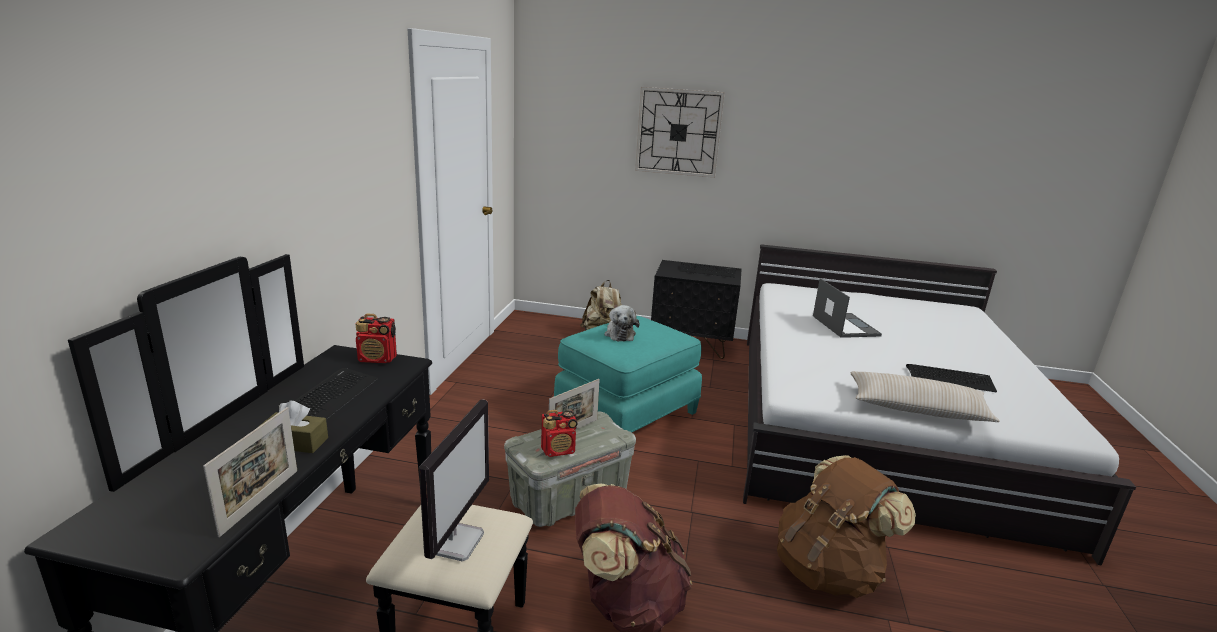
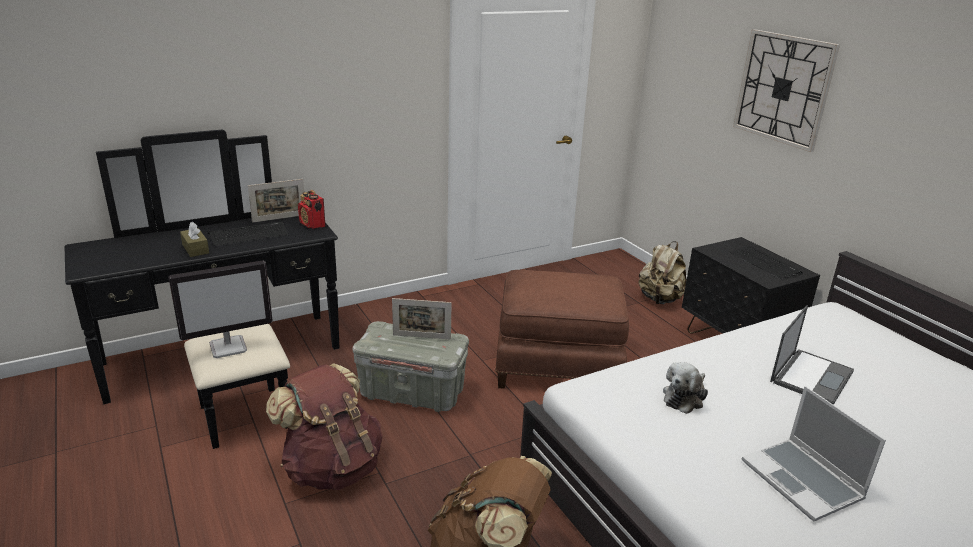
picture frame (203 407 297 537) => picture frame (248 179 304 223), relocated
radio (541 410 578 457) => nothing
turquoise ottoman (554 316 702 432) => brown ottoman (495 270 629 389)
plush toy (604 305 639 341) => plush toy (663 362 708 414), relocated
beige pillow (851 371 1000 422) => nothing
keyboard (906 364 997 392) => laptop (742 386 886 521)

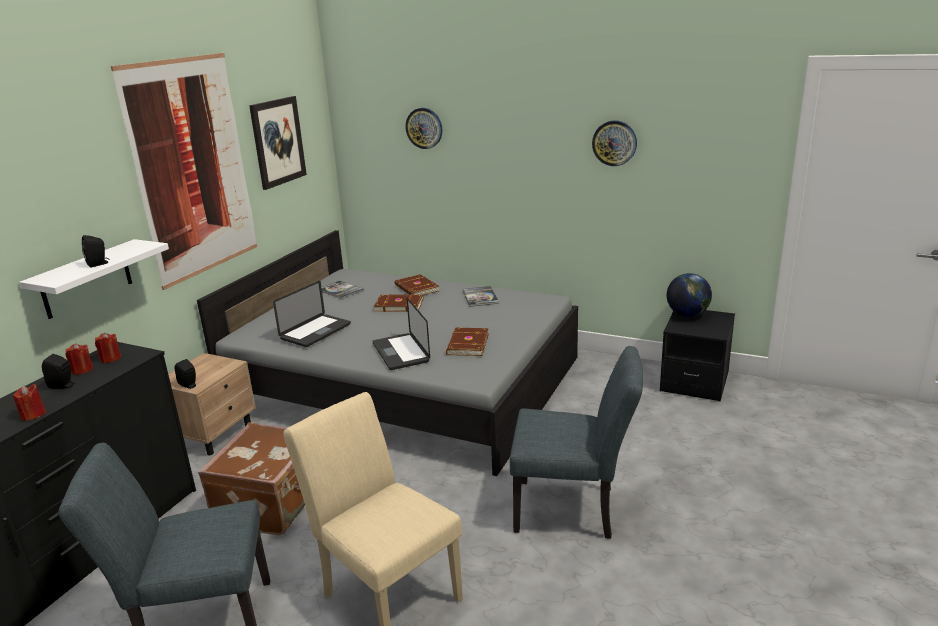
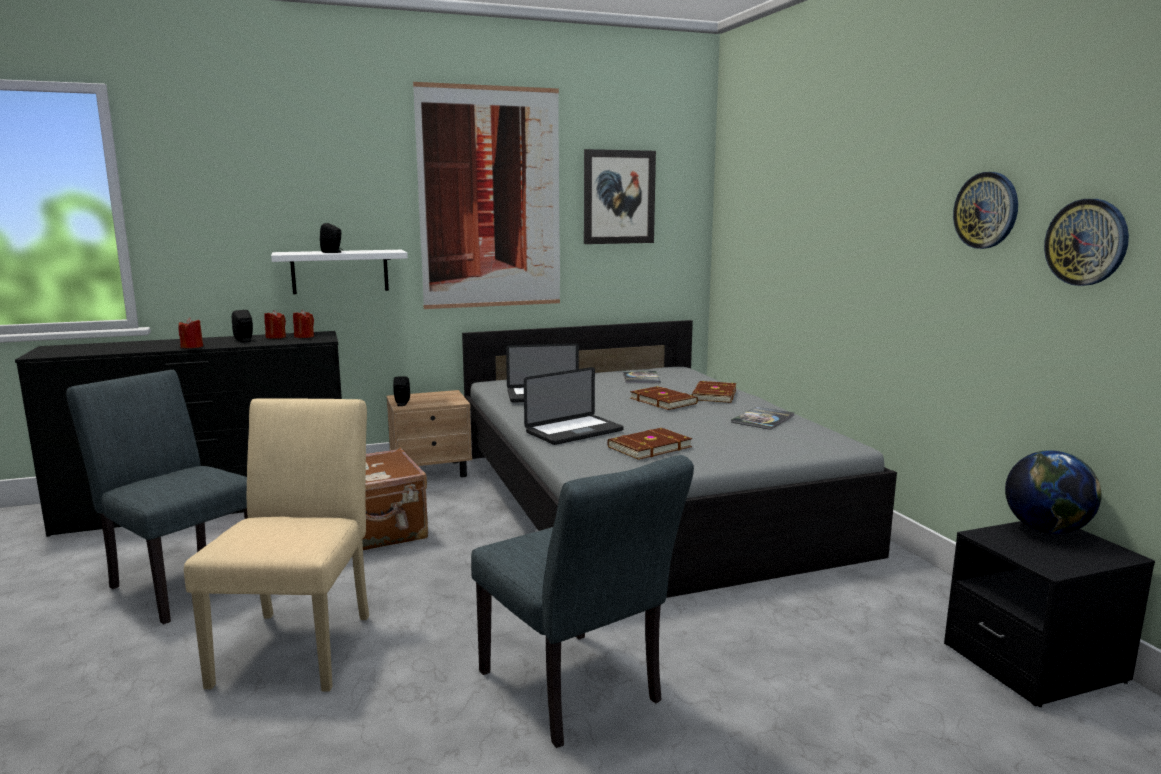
laptop (373 298 430 370) => laptop (524 367 624 445), 150 degrees counterclockwise
wall clock (406 108 442 149) => wall clock (1044 199 1129 286), relocated

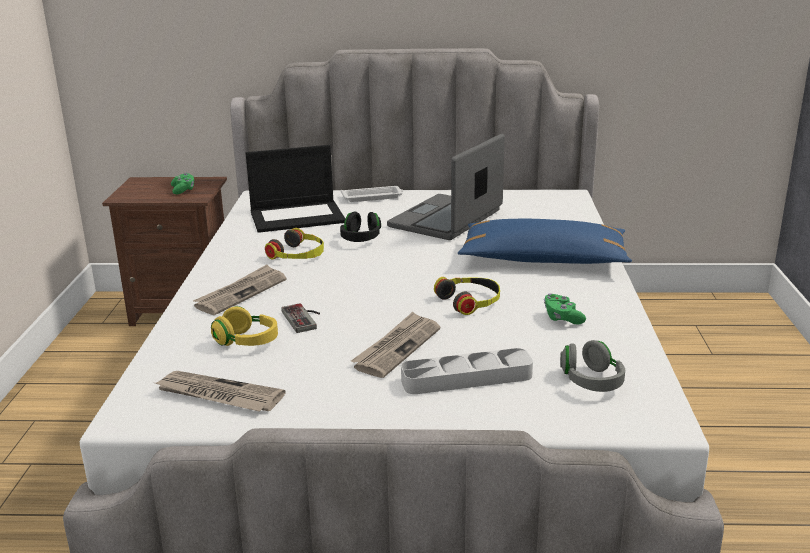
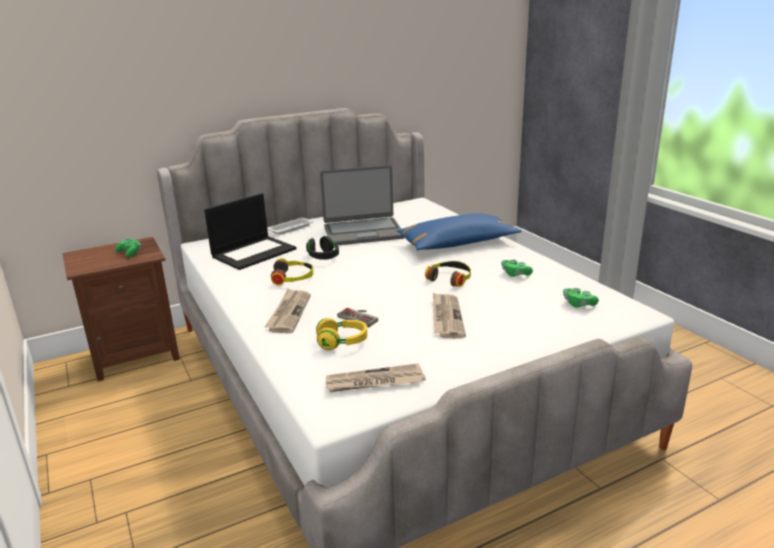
laptop (387 134 505 240) => laptop (320 165 405 245), 105 degrees counterclockwise
grey tray (401 348 533 394) => nothing
grey headphones (560 340 625 392) => green game controller (563 288 599 307)

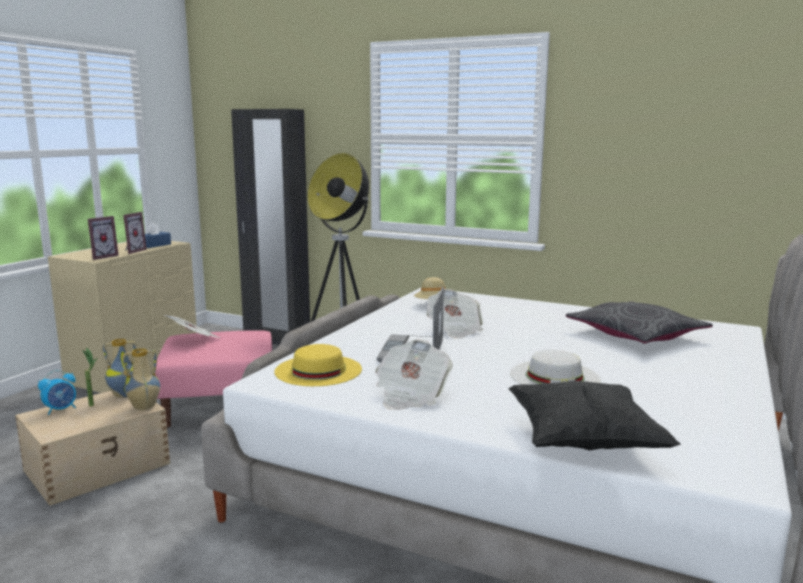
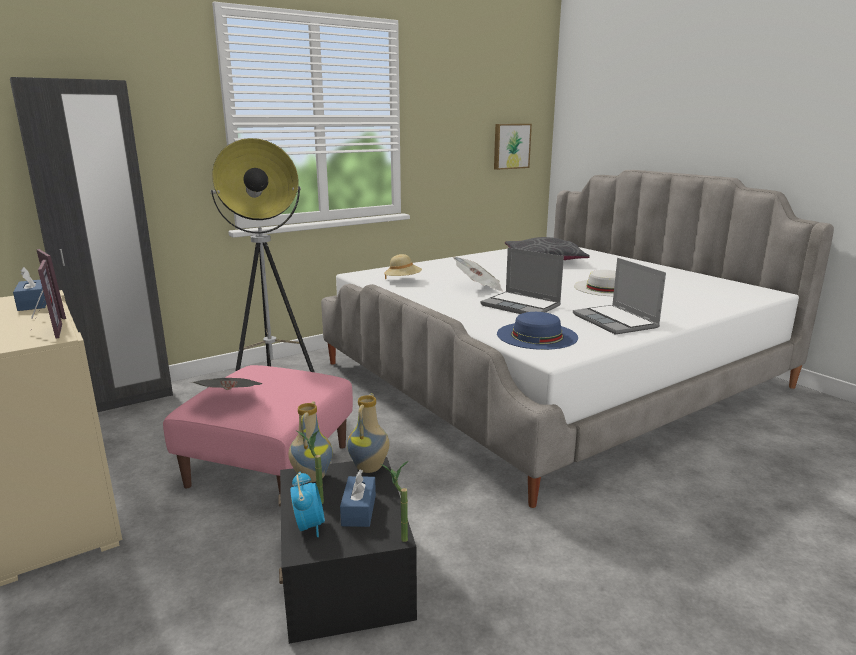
beige storage box (15 391 170 506) => black storage box (279 457 417 644)
yellow hat (274 344 362 386) => blue hat (497 312 578 350)
newspaper (375 339 453 410) => laptop (573 258 666 335)
black pillow (508 380 681 450) => nothing
nothing => blue tissue box (340 470 376 527)
nothing => potted plant (381 461 409 542)
nothing => picture (494 124 532 170)

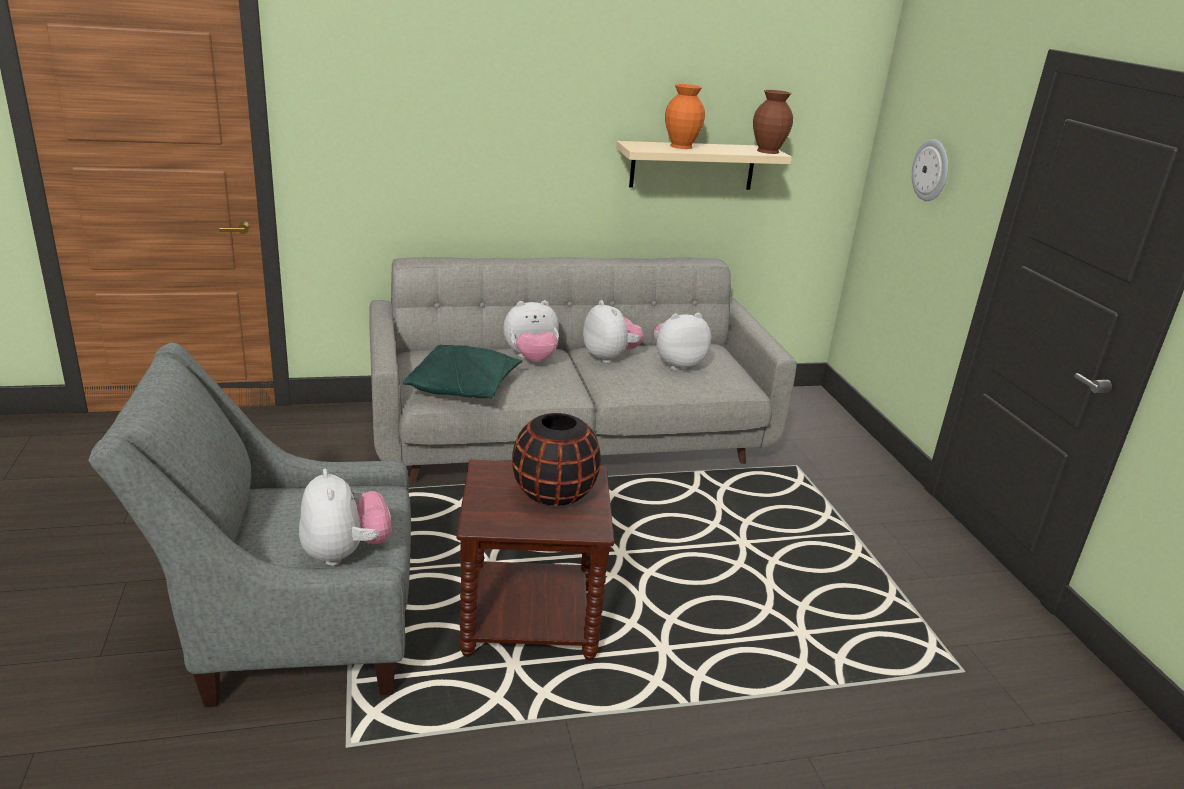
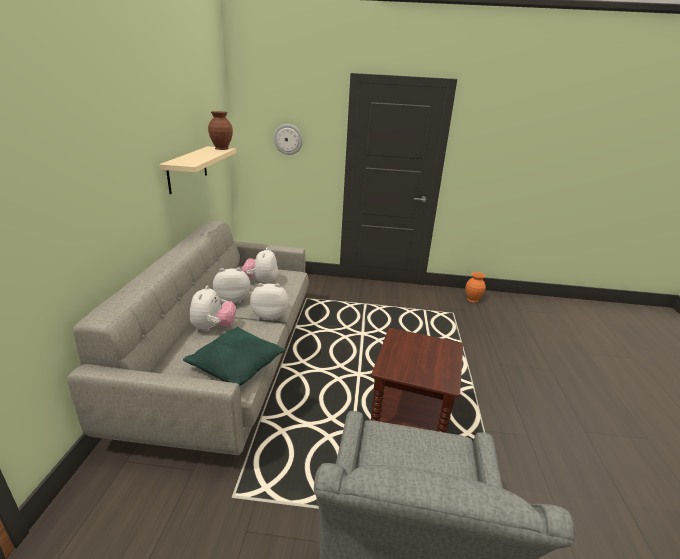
plush toy (299 469 392 566) => plush toy (250 283 289 321), relocated
black vase (512 413 601 506) => nothing
orange vase (665 84 705 149) => orange vase (465 272 486 302), relocated

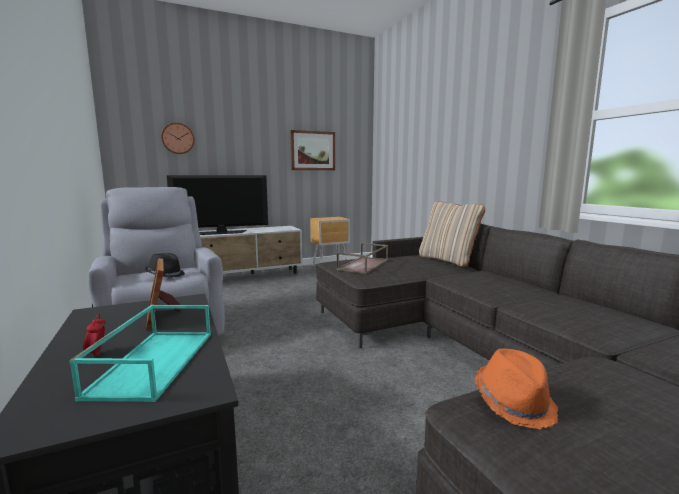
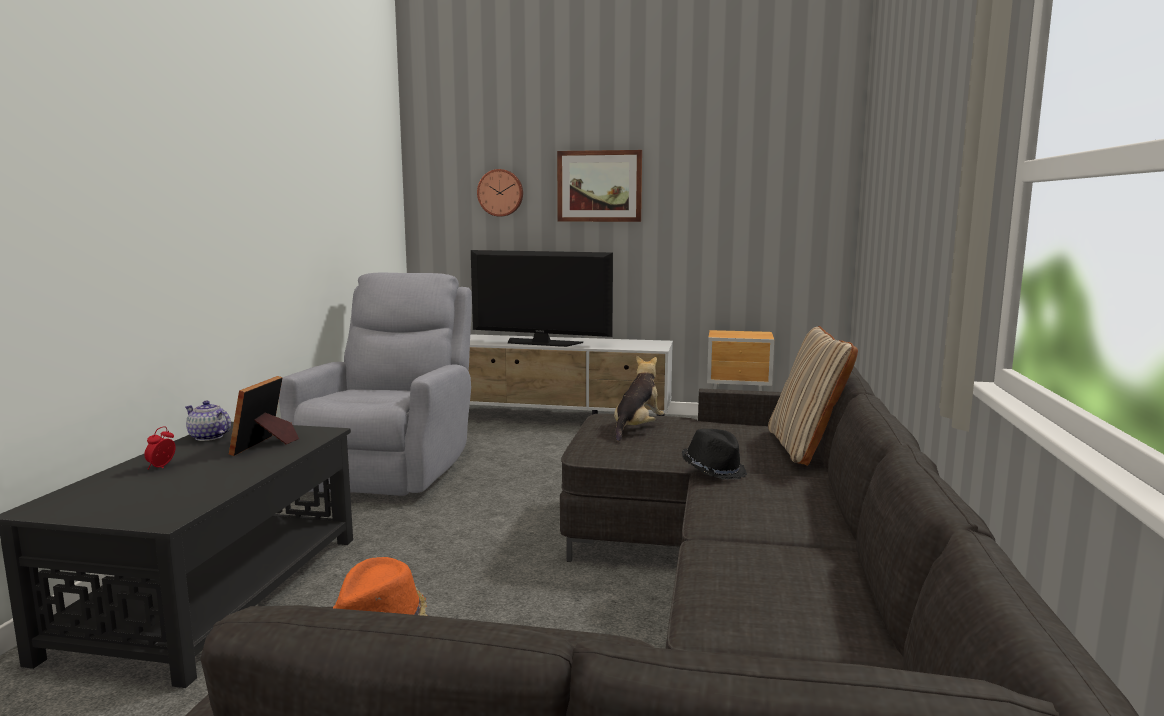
turquoise tray (69 305 211 402) => nothing
black hat (145 253 185 278) => black hat (682 429 747 480), relocated
picture (290 130 335 170) => picture (557 150 642 222), relocated
brown tray (337 243 388 274) => plush toy (614 356 664 442)
nothing => teapot (185 400 231 441)

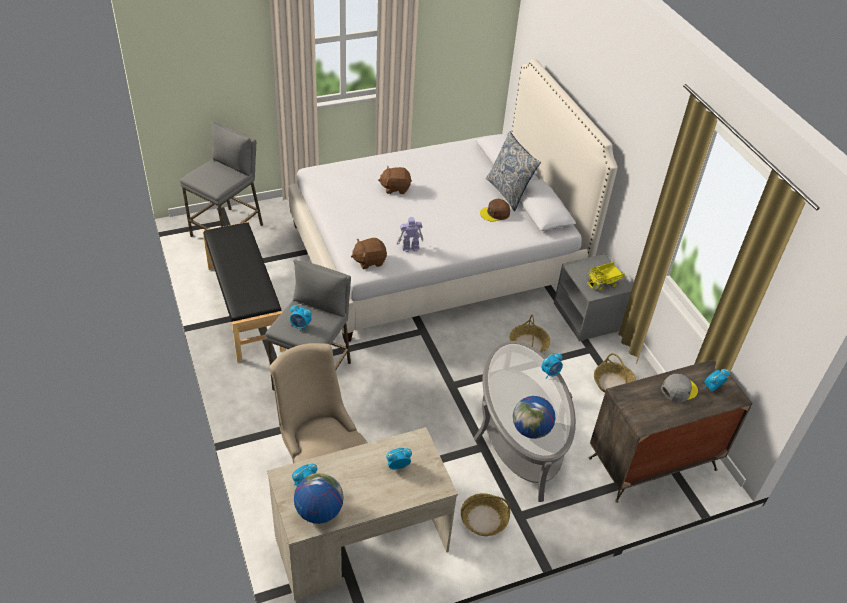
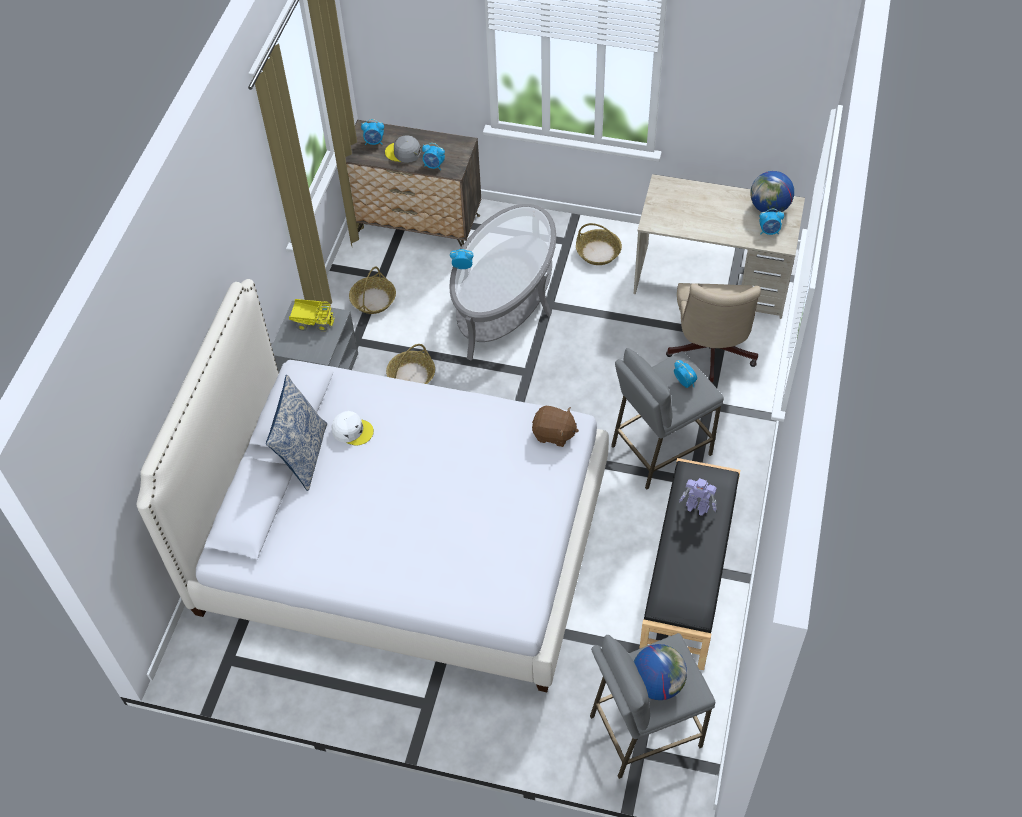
brown plush toy (378 166 412 194) => nothing
alarm clock (386 448 412 469) => alarm clock (422 143 445 170), relocated
toy robot (396 217 423 252) => toy robot (679 478 717 516), relocated
brown cap (480 199 510 222) => white cap (332 411 374 446)
globe (513 396 556 439) => globe (634 644 687 700), relocated

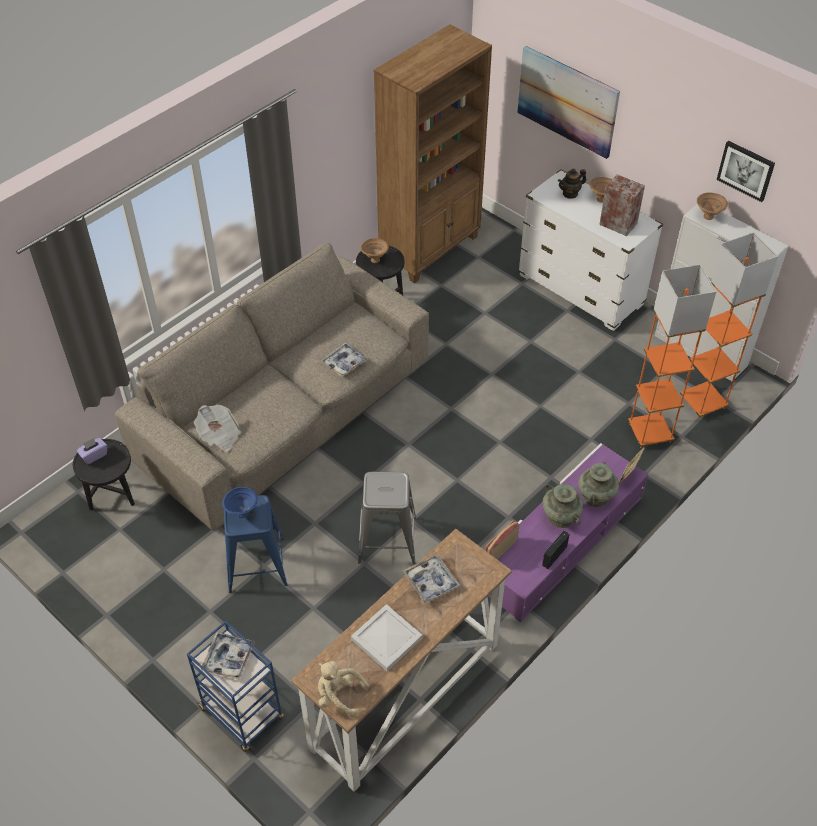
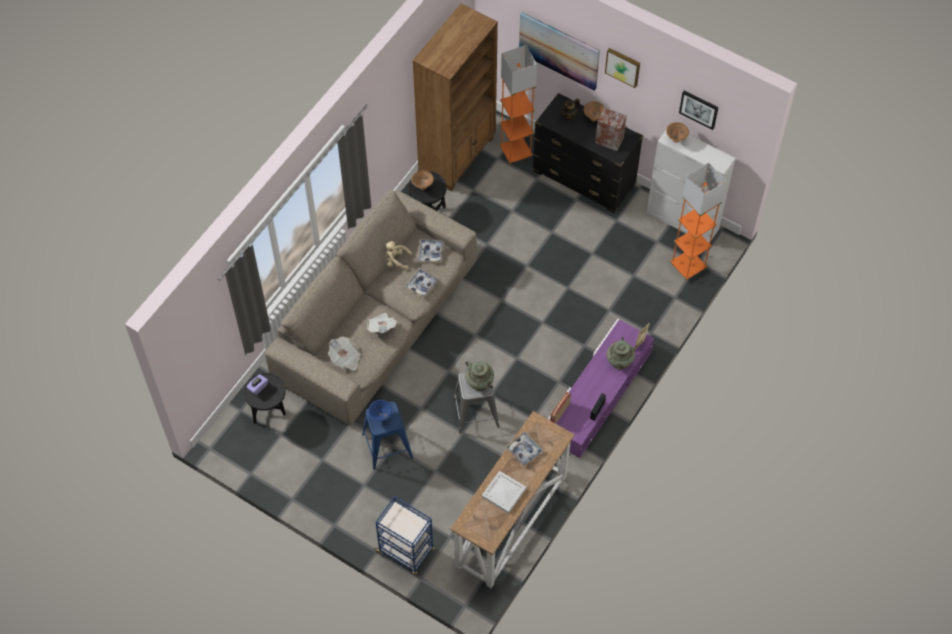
tray (201 632 255 680) => tray (417 239 444 263), relocated
beige plush toy (318 661 369 718) => beige plush toy (384 241 412 270), relocated
white dresser (518 169 663 331) => black dresser (533 93 643 213)
turquoise vase (543 484 583 528) => turquoise vase (465 361 494 391), relocated
orange floor lamp (628 264 717 448) => orange floor lamp (499 45 537 165), relocated
nothing => newspaper (367 313 397 333)
nothing => picture (605 48 640 88)

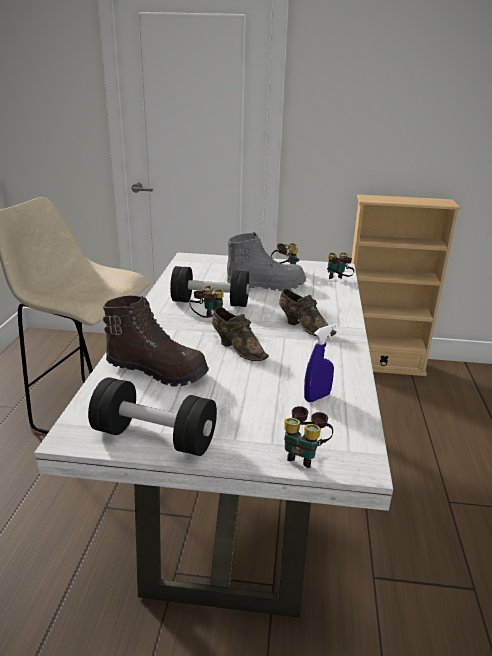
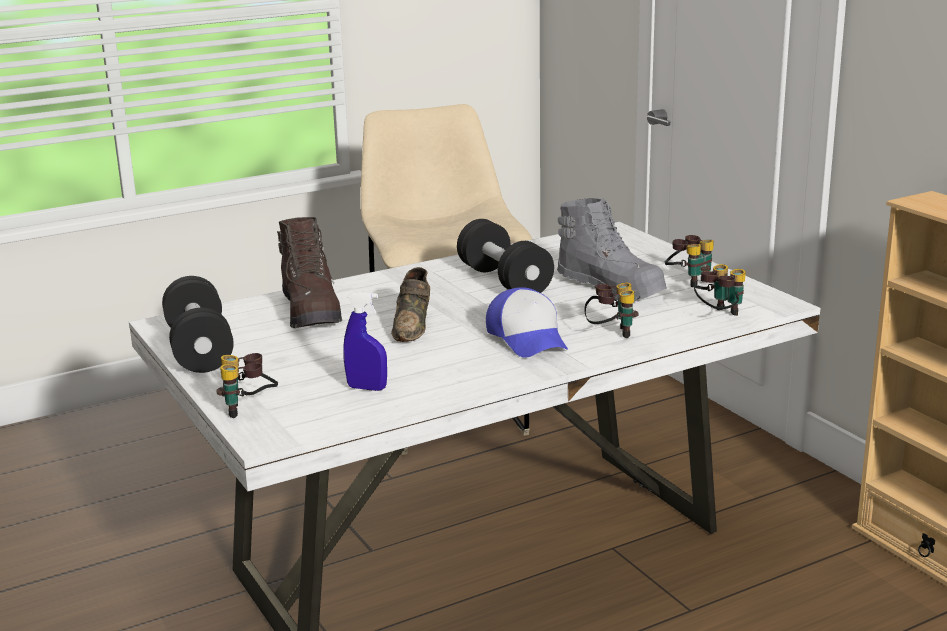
binoculars (189 285 224 318) => binoculars (584 283 639 338), relocated
brown shoe (279 289 336 337) => cap (486 287 568 358)

